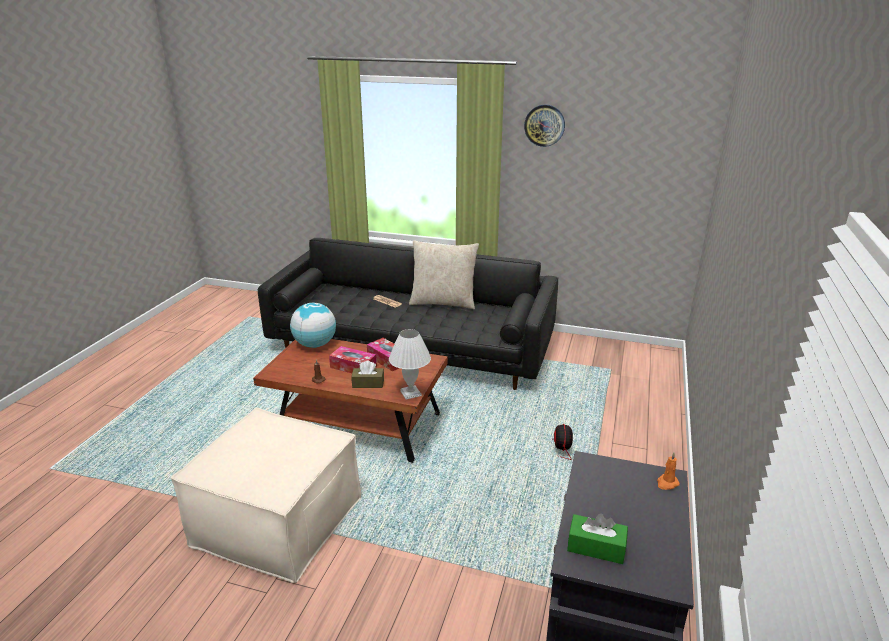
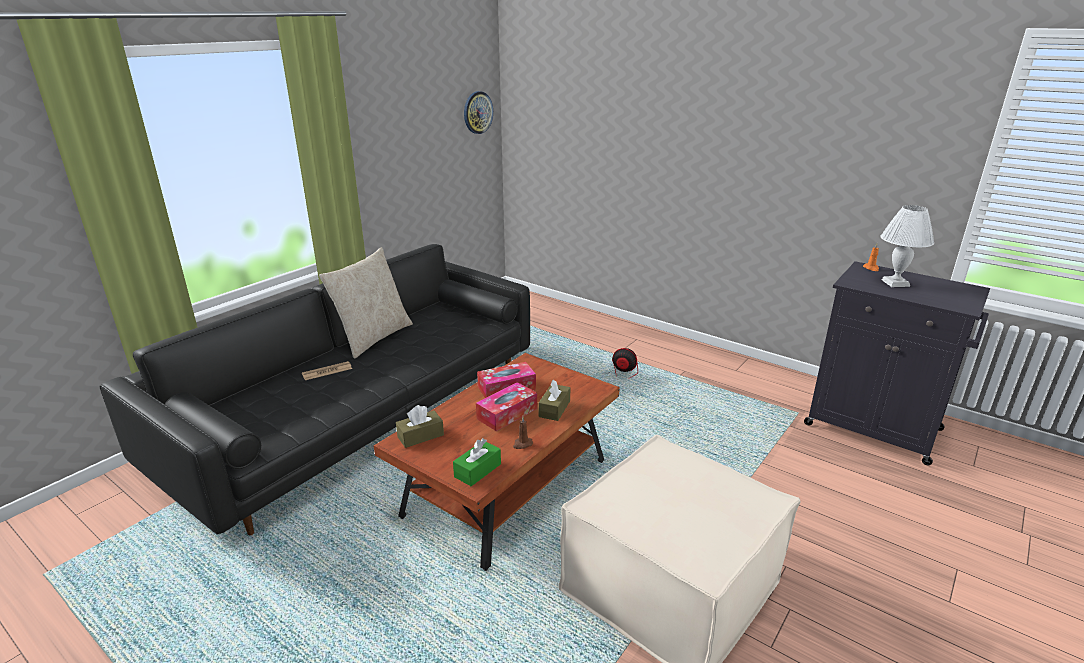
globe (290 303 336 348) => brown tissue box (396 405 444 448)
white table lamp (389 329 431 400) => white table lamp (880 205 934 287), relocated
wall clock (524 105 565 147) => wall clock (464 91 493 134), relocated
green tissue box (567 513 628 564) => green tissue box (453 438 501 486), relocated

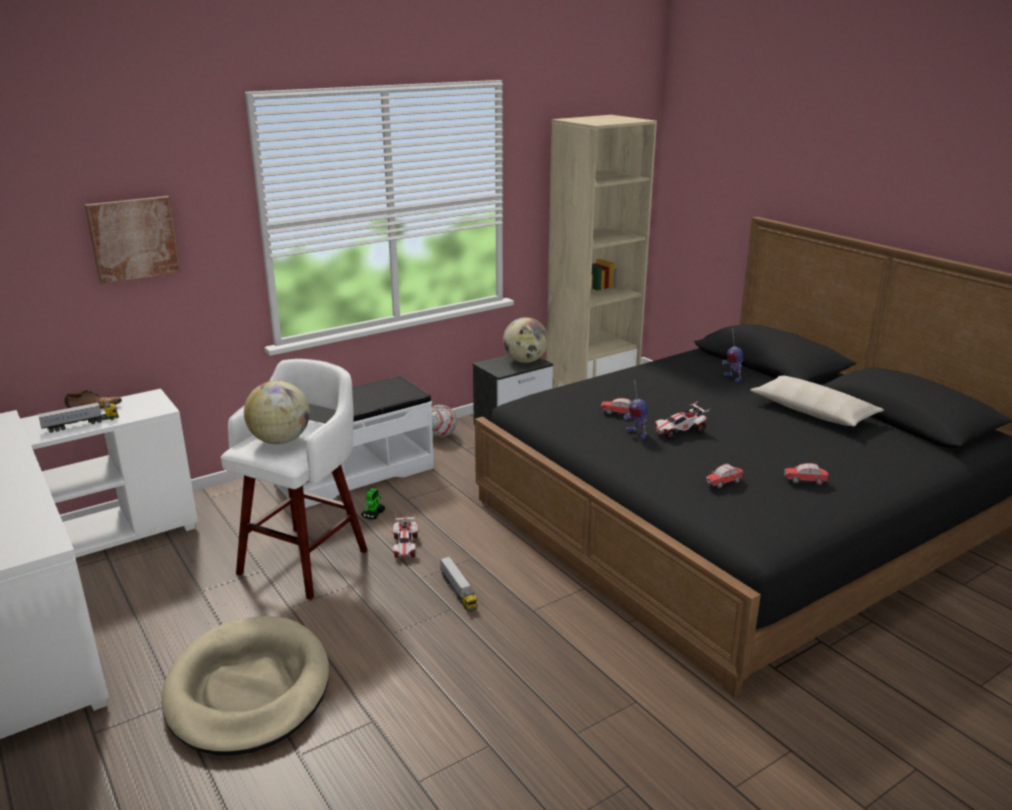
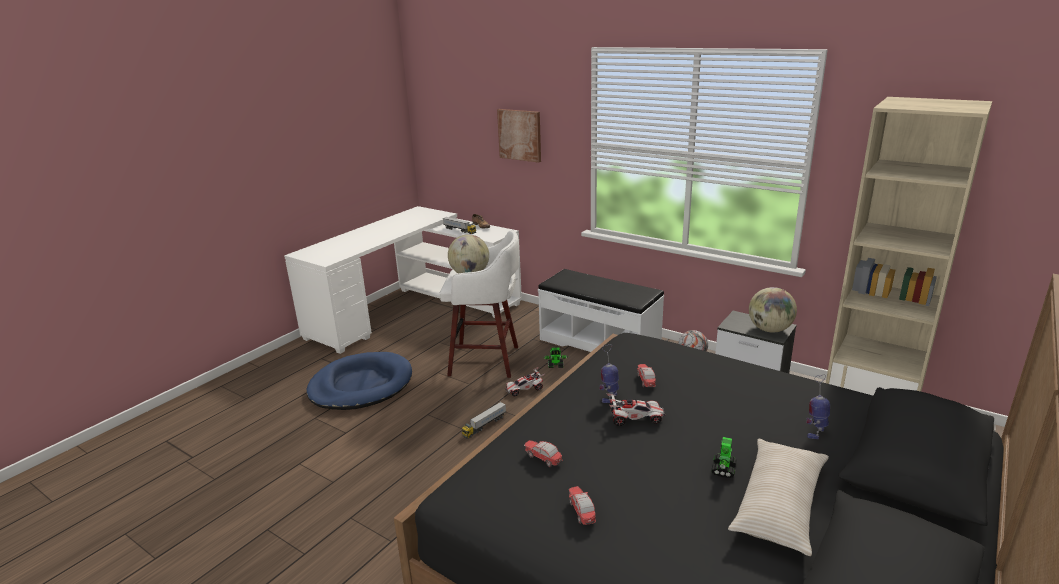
beige dog bed (161 616 329 756) => blue dog bed (306 352 412 410)
toy car (653 401 710 439) => toy car (606 393 665 426), 135 degrees clockwise
nothing => toy robot (711 437 737 478)

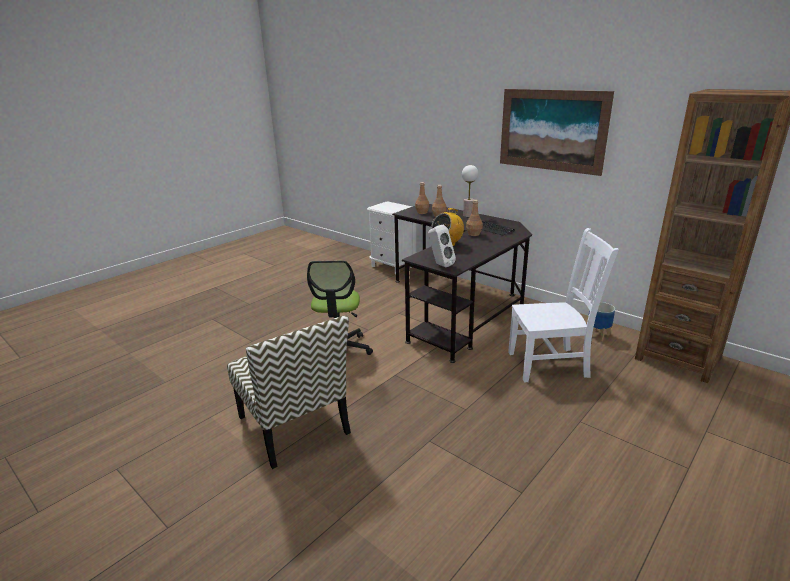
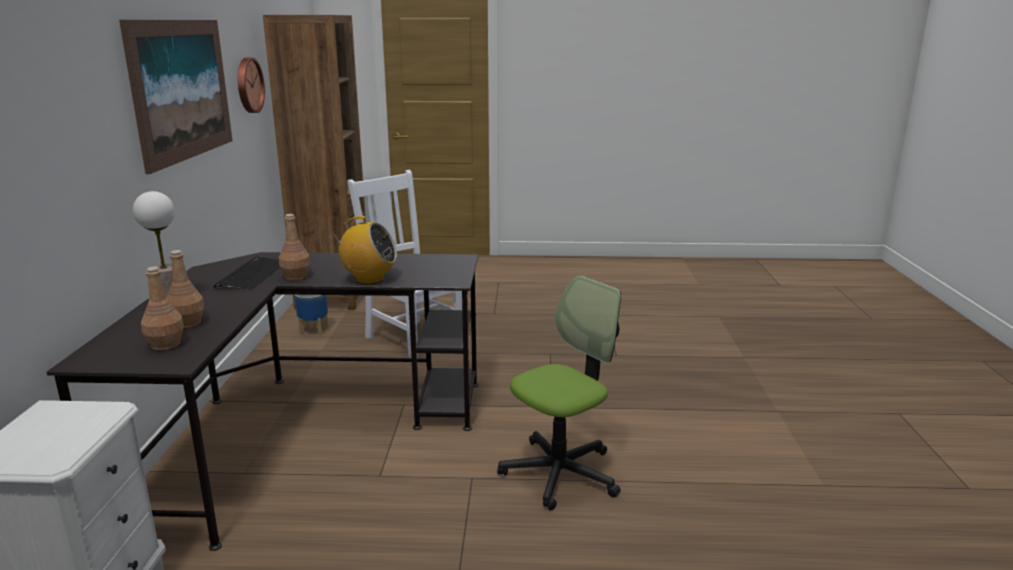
chair (227 315 351 469) => nothing
white speaker (428 225 456 267) => nothing
nothing => wall clock (238 58 265 113)

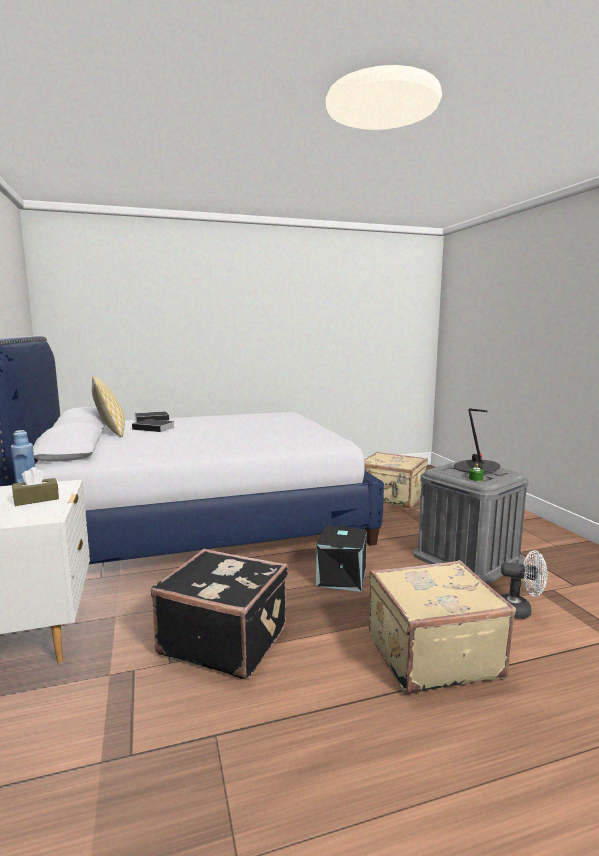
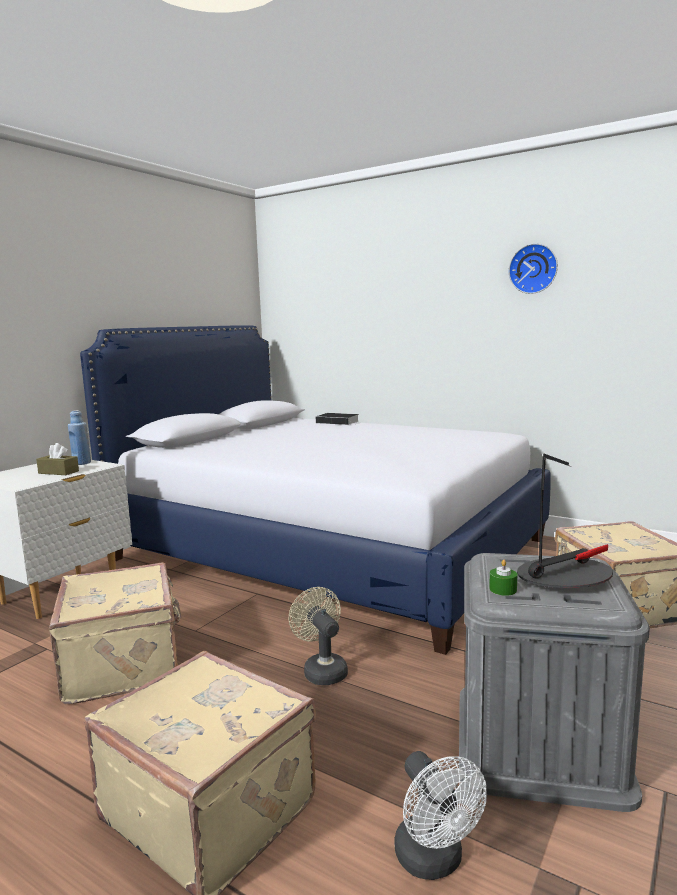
pillow (92 376 125 437) => nothing
book (132 419 175 432) => nothing
black suitcase (151 549 288 679) => beige suitcase (49 562 181 704)
black storage box (316 526 367 592) => beige fan (288 587 348 685)
nothing => wall clock (509 243 558 294)

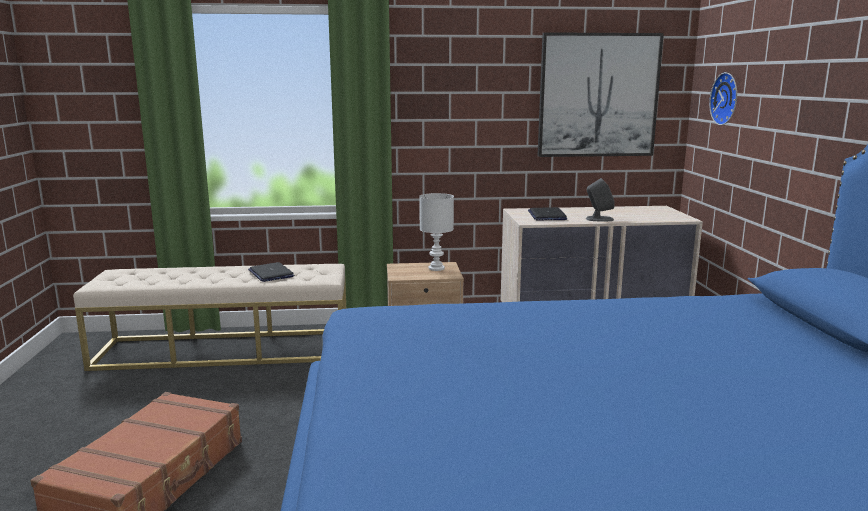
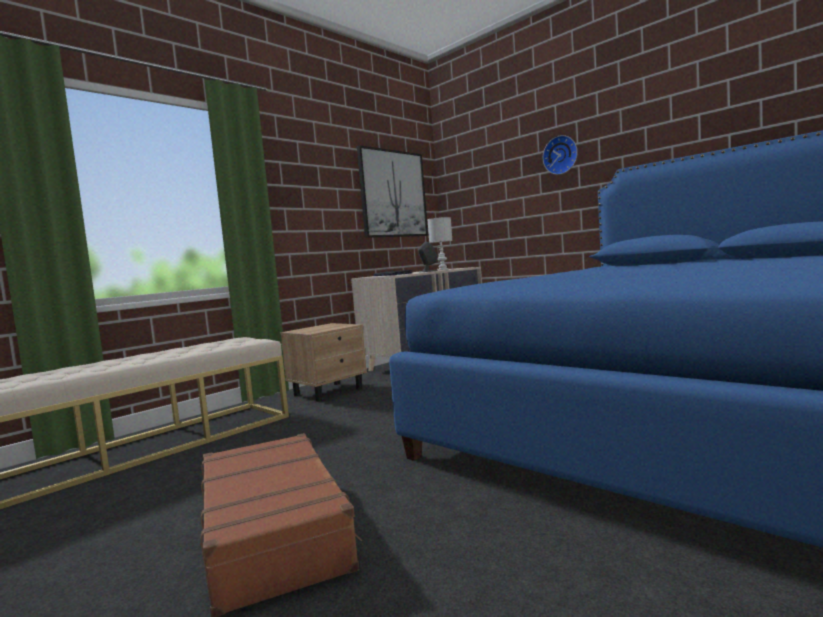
laptop (248 262 294 282) => nothing
white table lamp (419 193 454 271) => white table lamp (427 217 453 270), relocated
wall clock (709 72 737 125) => wall clock (543 135 578 175), relocated

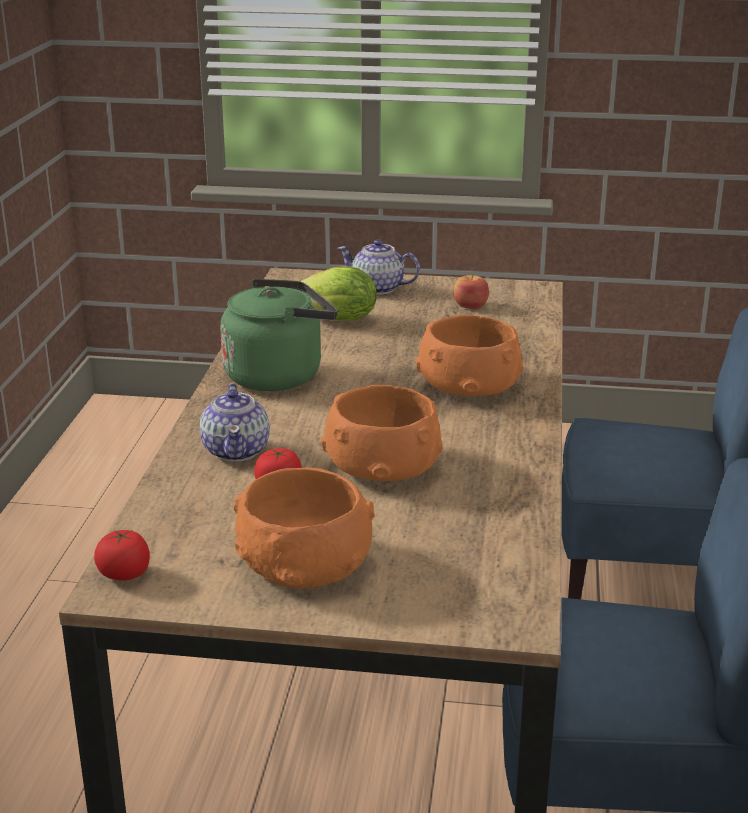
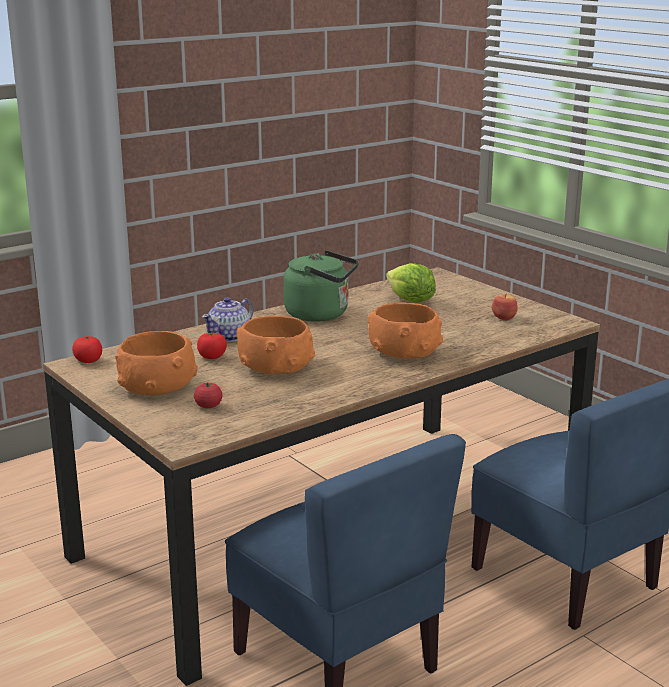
teapot (337 239 420 295) => nothing
nothing => tomato (194 383 223 408)

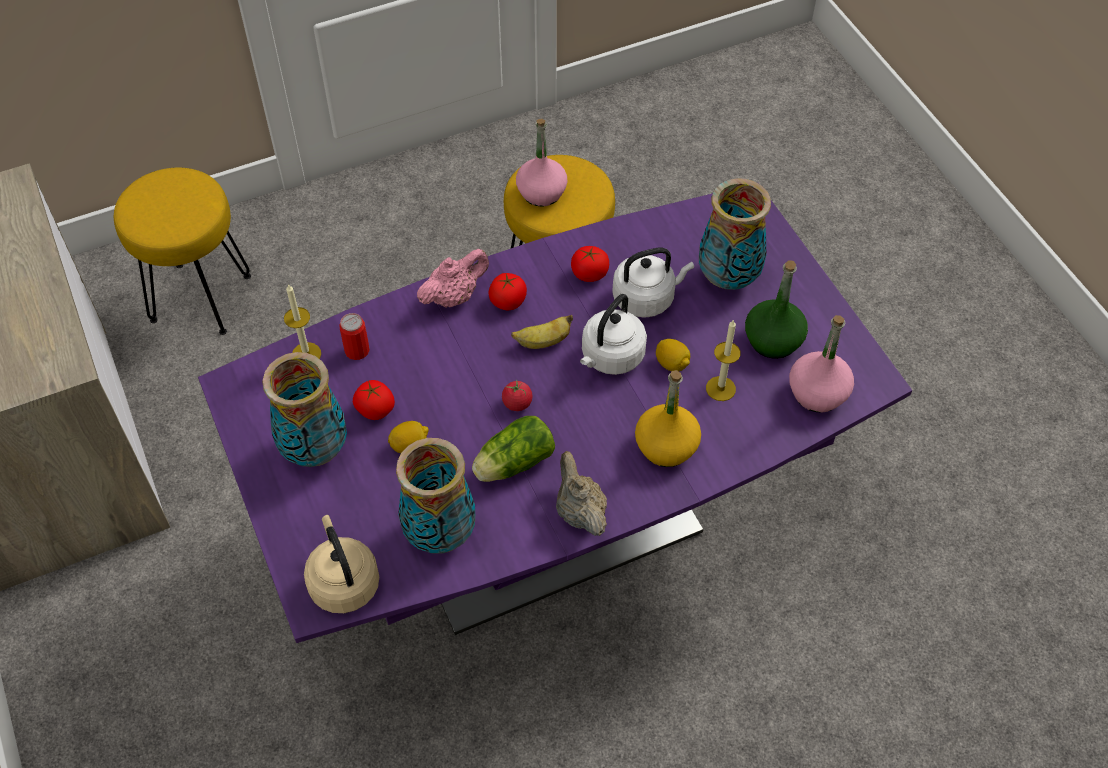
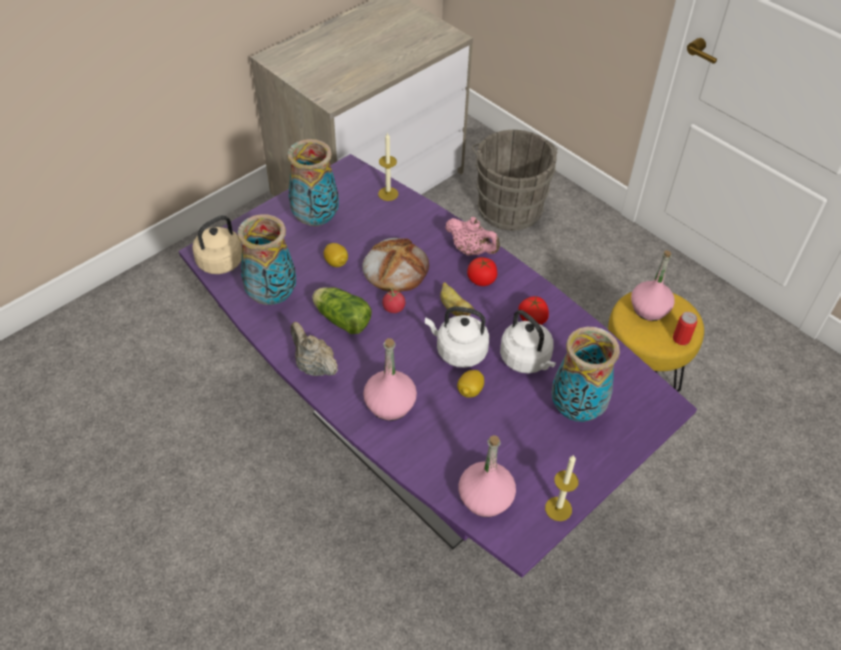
yellow stool (114 168 251 335) => grey bucket (472 130 558 231)
can (340 313 370 360) => can (673 312 697 345), relocated
tomato (353 380 395 420) => nothing
beige teapot (556 451 607 536) => beige teapot (291 322 338 376), 90 degrees counterclockwise
yellow bottle (635 370 701 467) => pink bottle (363 338 417 421)
candle (706 319 741 401) => candle (545 455 579 521), relocated
green bottle (745 260 808 359) => nothing
nothing => bread (362 238 429 292)

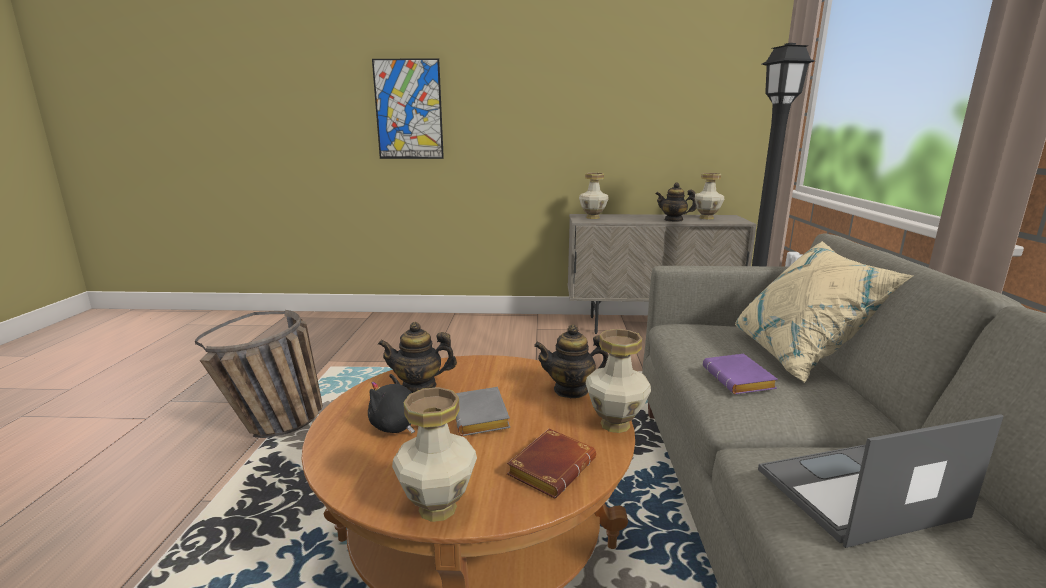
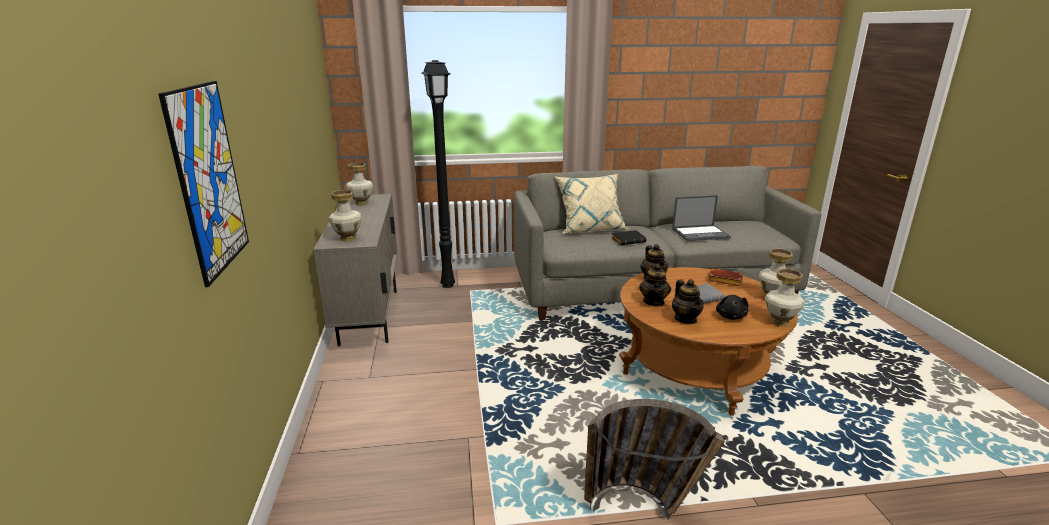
vase (585 329 651 433) => vase (765 269 804 326), relocated
teapot (656 183 697 222) => teapot (639 264 671 307), relocated
purple book (703 354 778 394) => black book (611 230 646 245)
laptop (758 414 1004 548) => laptop (672 195 731 241), 75 degrees counterclockwise

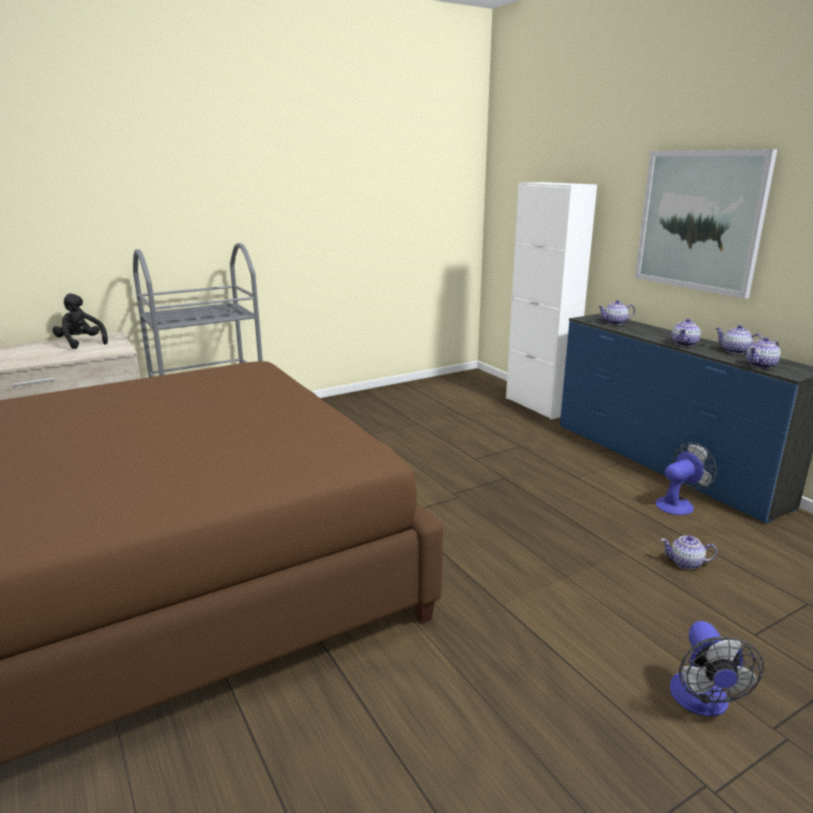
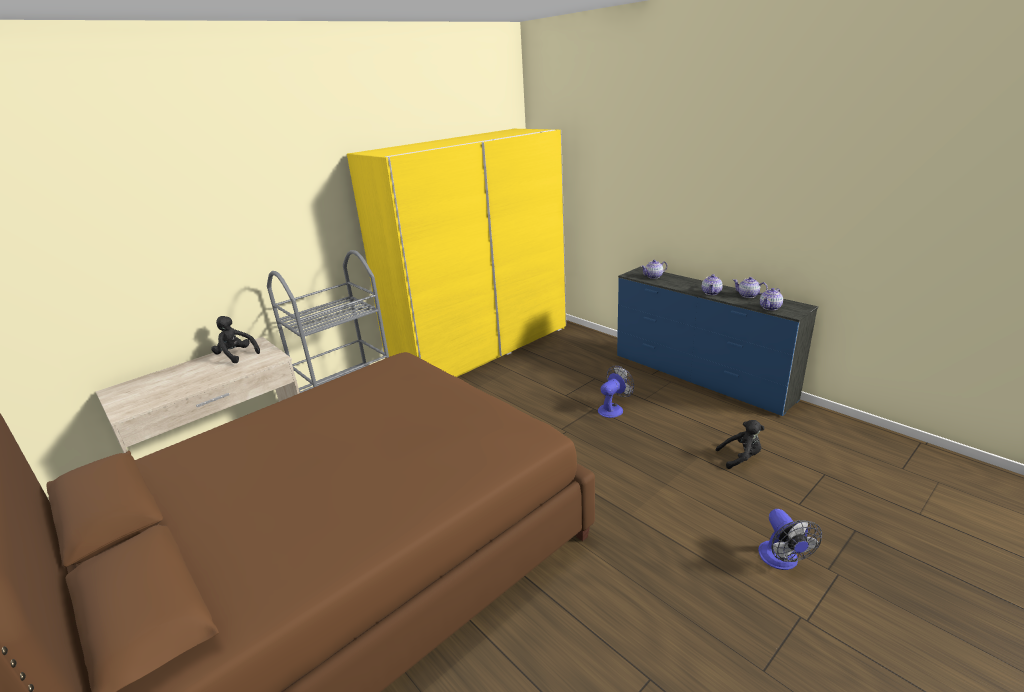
white cabinet (506 182 597 420) => nothing
picture (635 149 777 299) => nothing
fan (656 442 717 515) => fan (598 366 634 418), relocated
teapot (661 535 718 570) => black plush toy (716 420 765 469)
nothing => yellow wardrobe (347 129 566 377)

